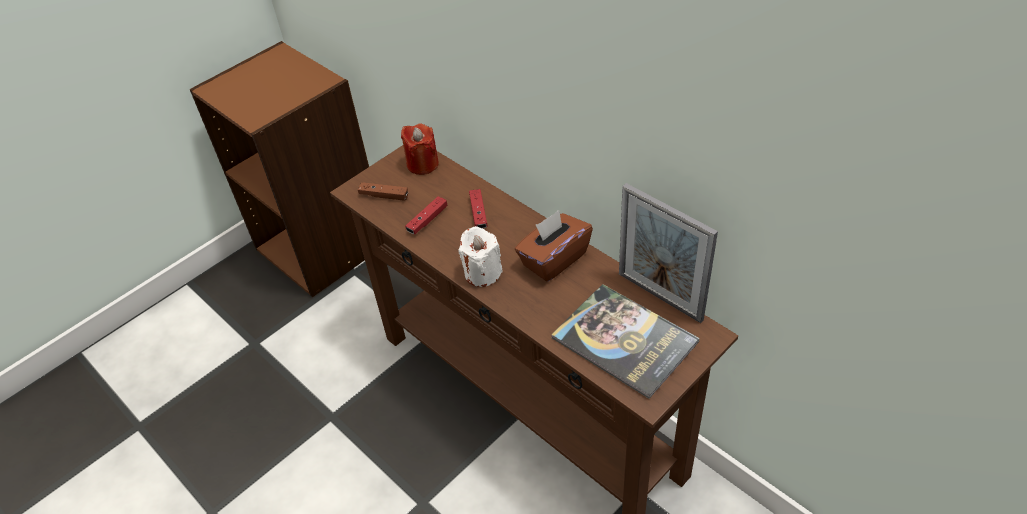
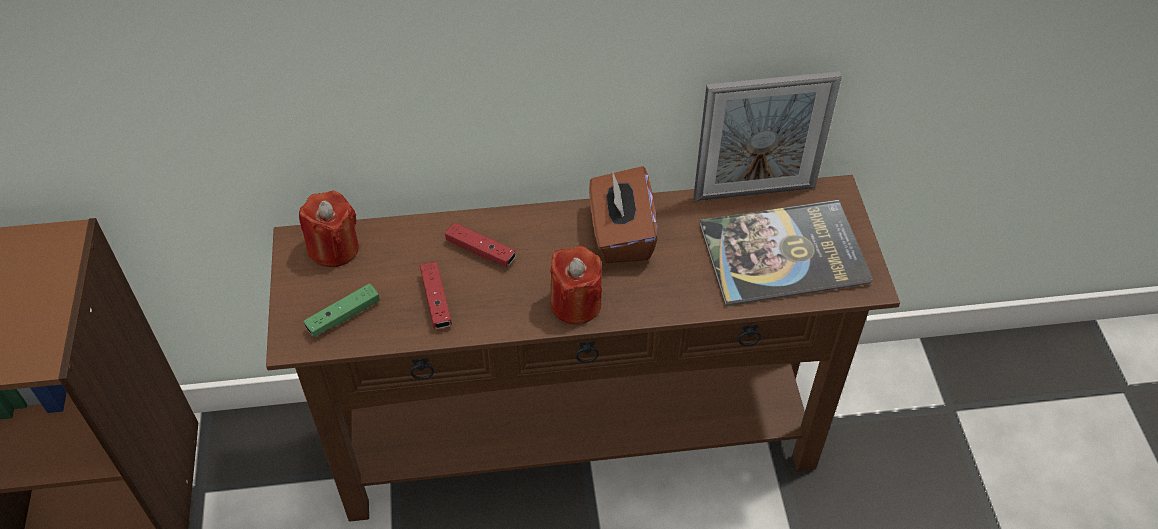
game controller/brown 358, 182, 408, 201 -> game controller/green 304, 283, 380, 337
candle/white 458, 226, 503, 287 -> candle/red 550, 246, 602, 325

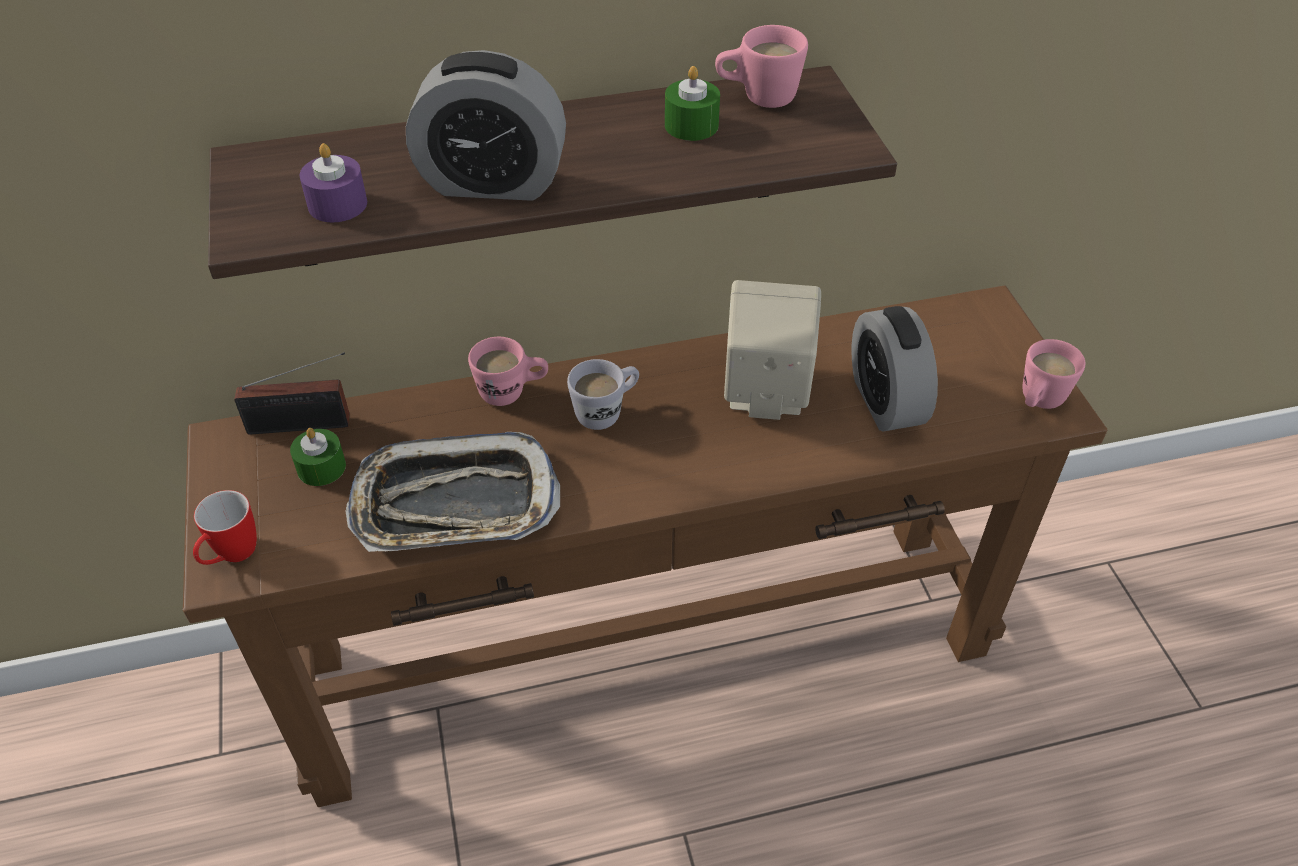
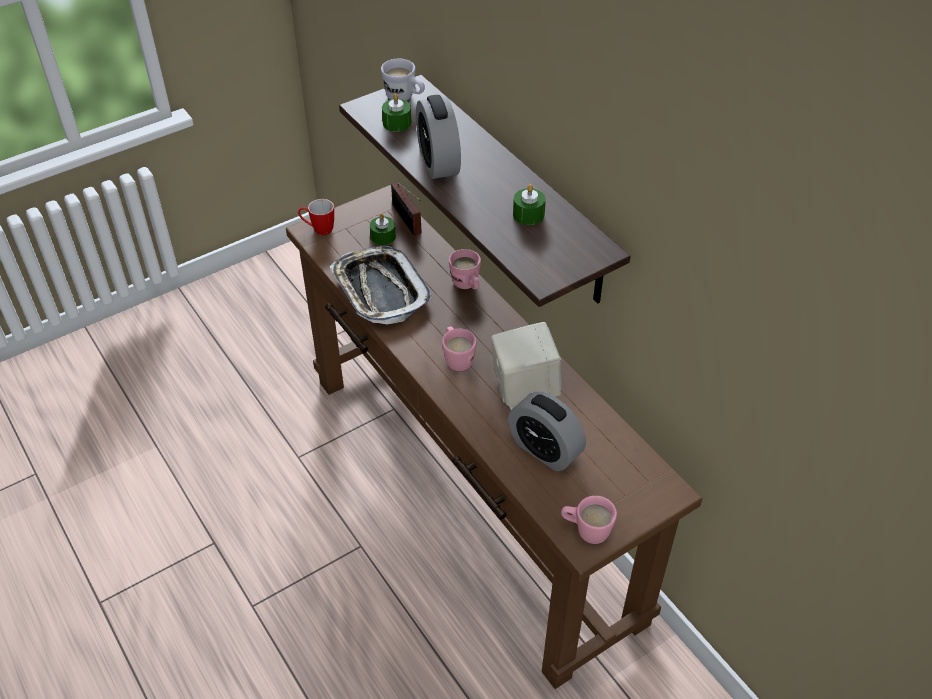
mug/white 567, 359, 639, 430 -> mug/white 381, 59, 425, 101, relocated
mug/pink 715, 25, 808, 108 -> mug/pink 442, 326, 477, 371, relocated
candle/purple 299, 143, 367, 222 -> candle/green 382, 93, 412, 132
alarm clock 852, 306, 938, 432 -> alarm clock 508, 392, 586, 471, 105 degrees counterclockwise

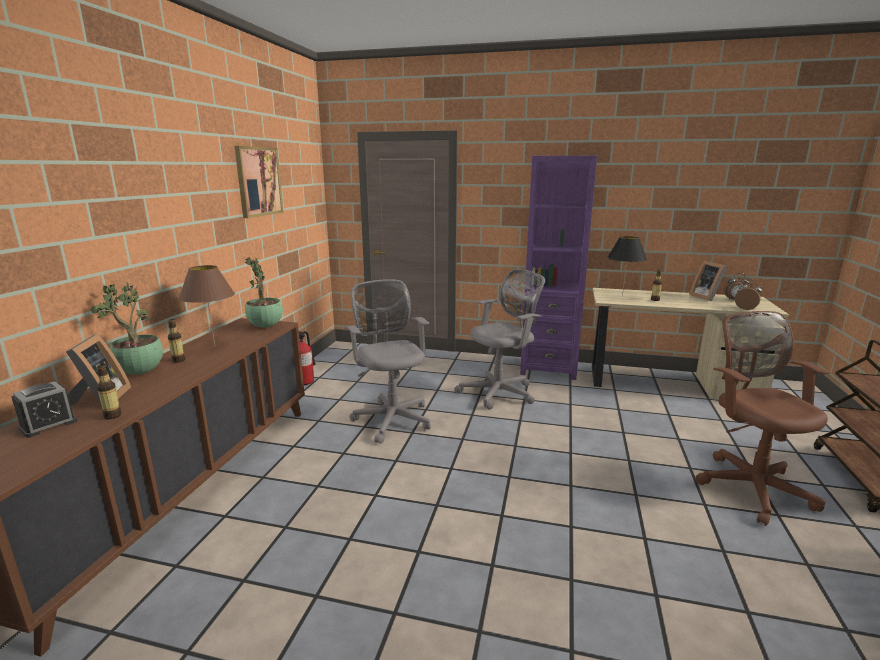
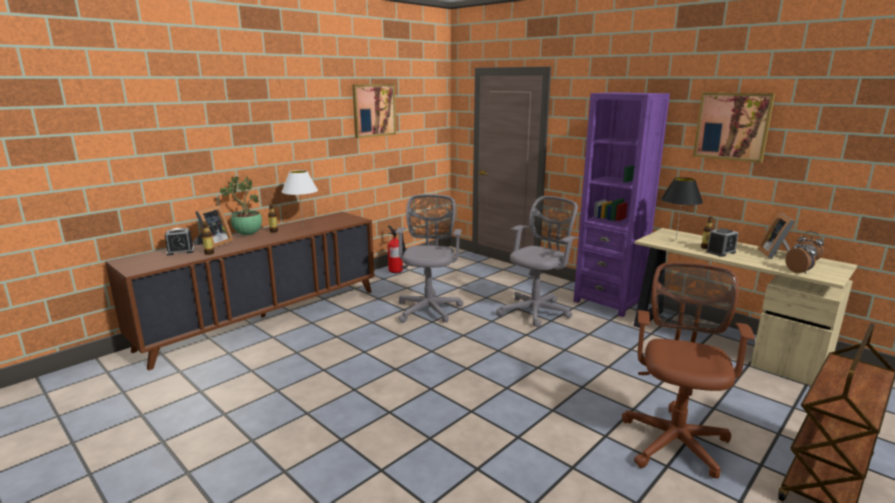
potted plant 245, 257, 283, 328 -> none
none -> picture 693, 92, 775, 163
none -> alarm clock 706, 228, 739, 257
table lamp/brown 179, 265, 235, 346 -> table lamp/white 282, 170, 318, 222
office chair/grey 454, 269, 545, 410 -> office chair/grey 496, 196, 579, 327, 45 degrees counterclockwise

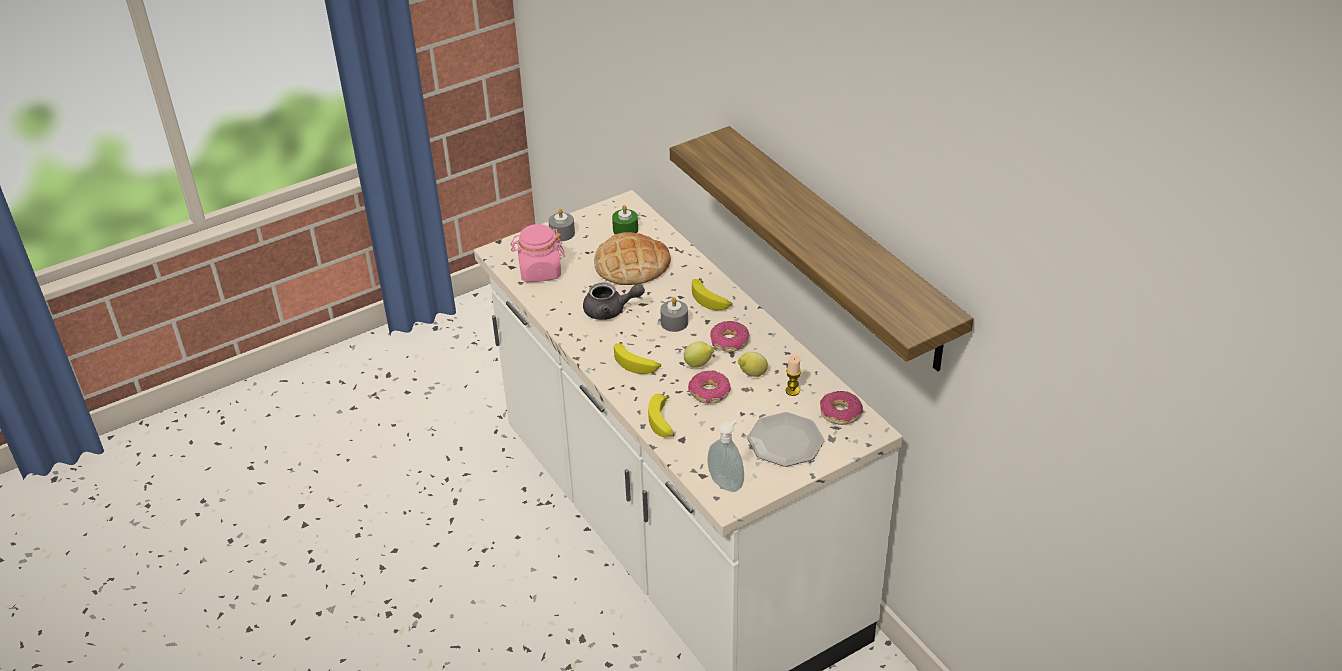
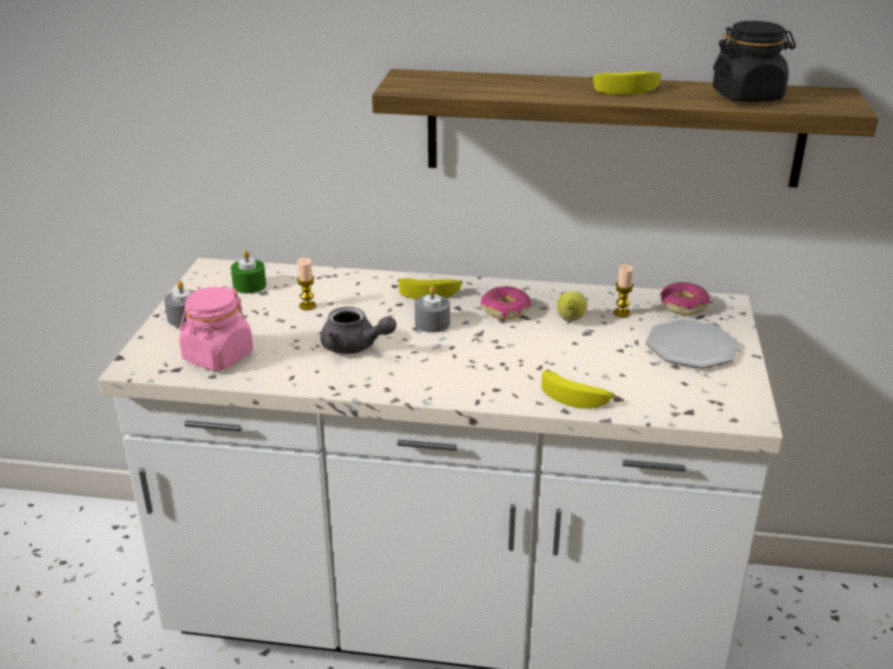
lemon 684, 342, 714, 368 -> none
donut 688, 370, 731, 404 -> none
soap dispenser 707, 419, 744, 492 -> none
none -> jar/black 713, 21, 796, 102
banana 614, 342, 661, 374 -> banana 589, 71, 661, 94, relocated
bread 594, 232, 671, 285 -> candle 297, 258, 316, 310
teapot/grey 583, 283, 645, 320 -> teapot/grey 320, 307, 397, 354, 75 degrees clockwise

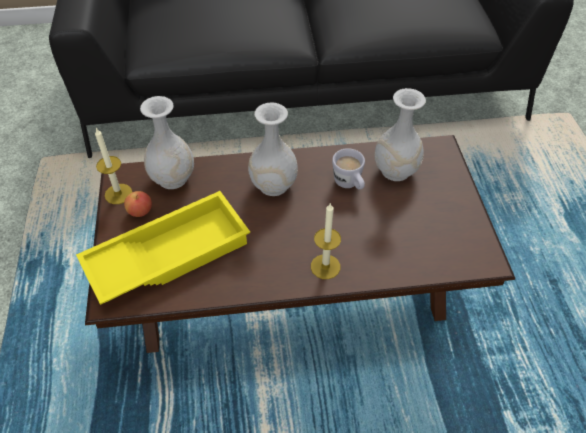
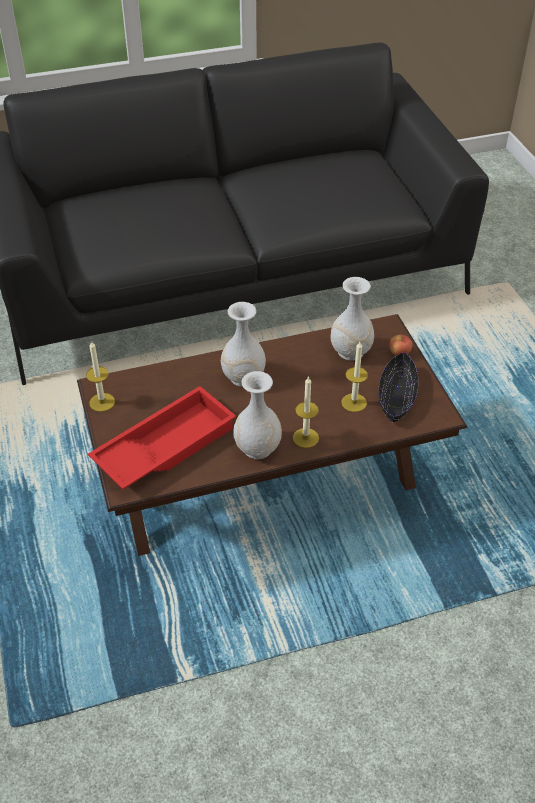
mug/white 332, 148, 365, 190 -> none
none -> candle 341, 342, 368, 412
none -> bowl/black 378, 353, 418, 422
apple 124, 191, 152, 217 -> apple 389, 335, 412, 356, relocated
vase/white 140, 96, 194, 189 -> vase/white 233, 371, 282, 459, relocated
tray/yellow 76, 191, 250, 305 -> tray/red 88, 386, 236, 489

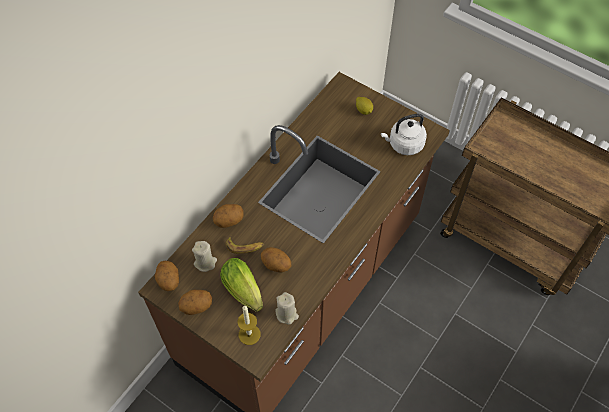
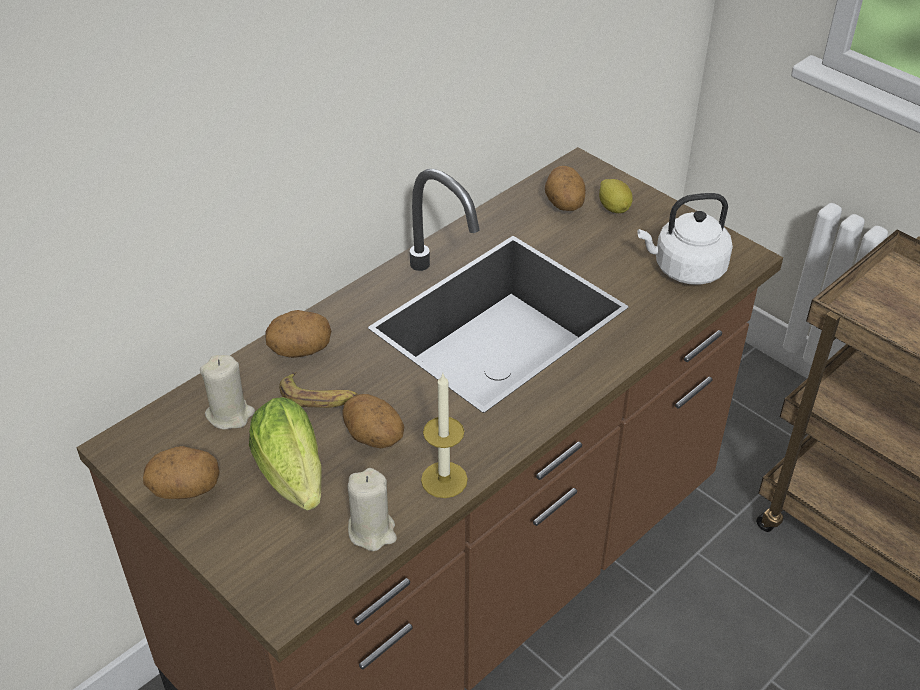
potato 155, 261, 179, 291 -> potato 545, 166, 586, 211, relocated
candle 238, 305, 260, 345 -> candle 421, 374, 468, 498, relocated

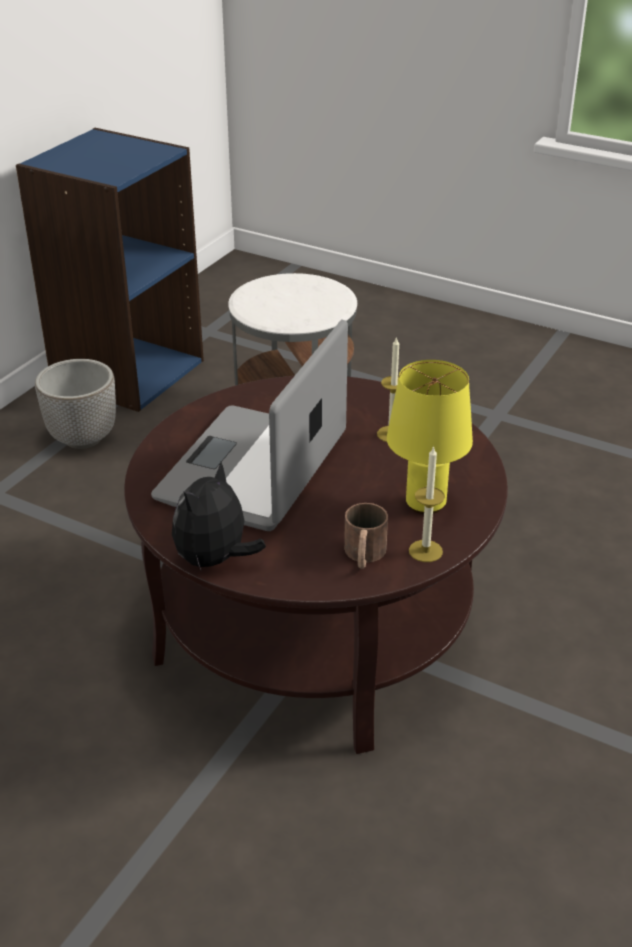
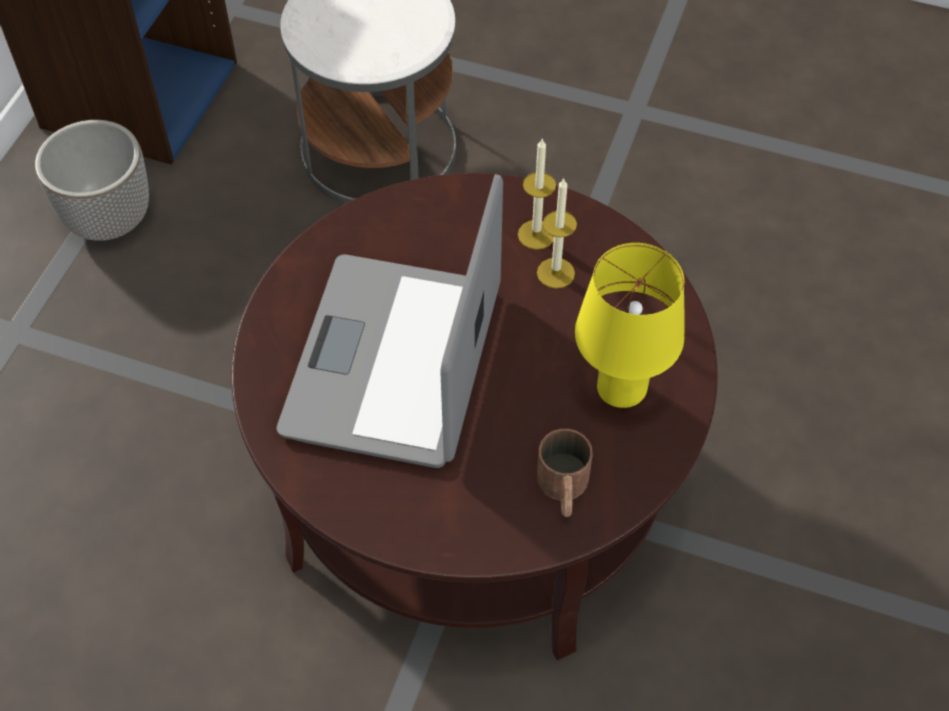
plush toy 172, 462, 266, 570 -> none
candle 409, 446, 445, 562 -> candle 518, 138, 556, 250, relocated

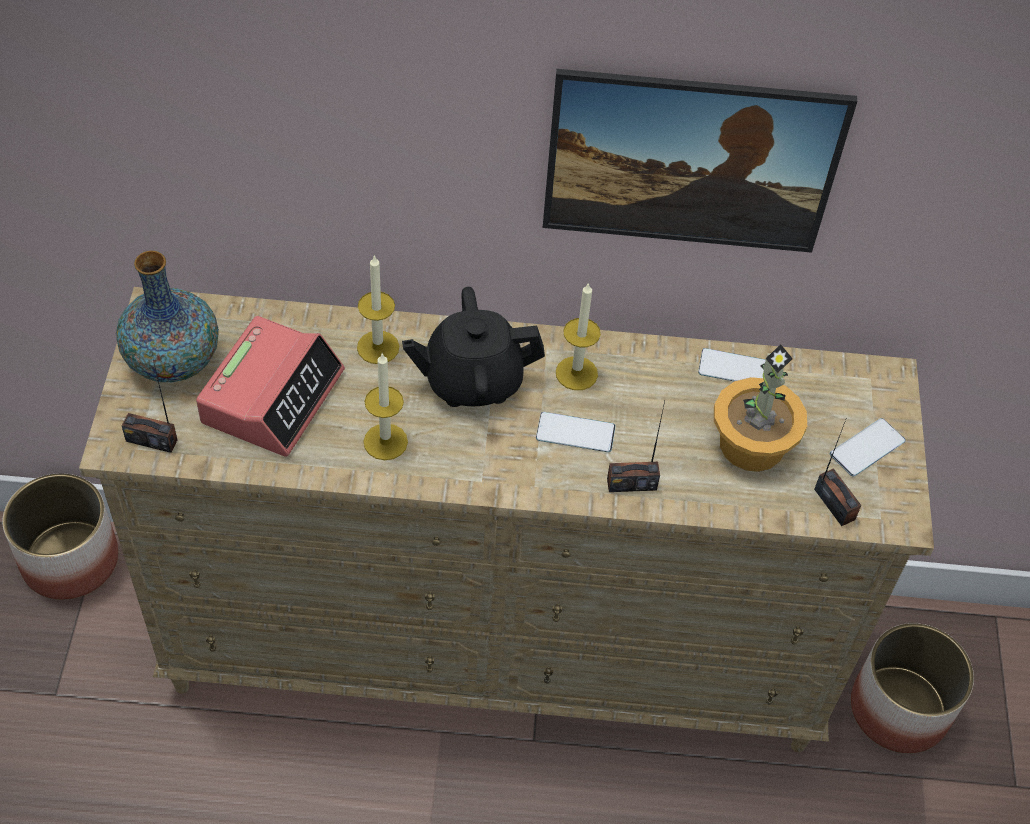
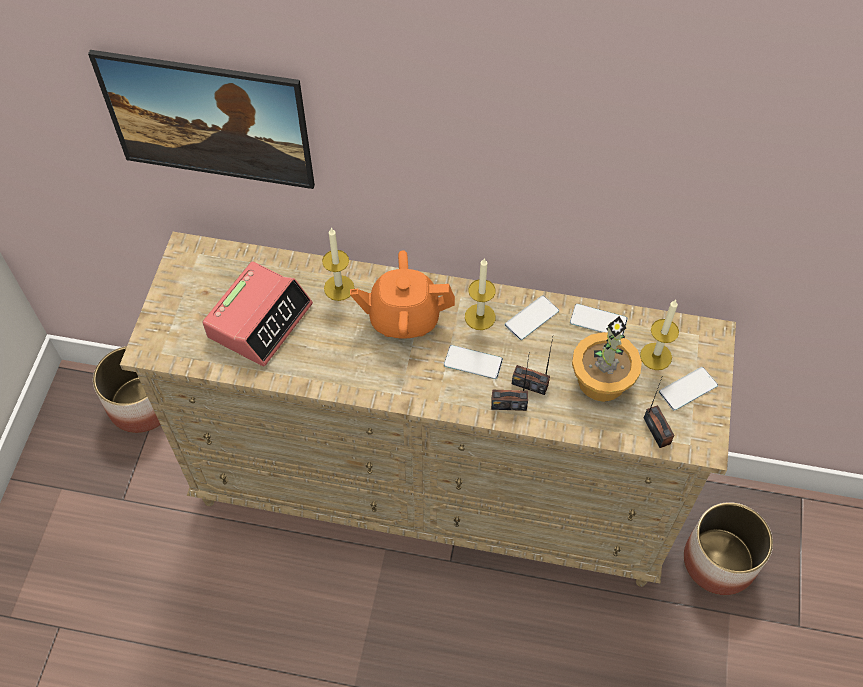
vase 116, 251, 219, 382 -> none
none -> phone 505, 295, 559, 340
radio 122, 360, 177, 453 -> radio 512, 338, 553, 395, relocated
candle 363, 353, 408, 460 -> candle 640, 300, 679, 370, relocated
picture 543, 69, 857, 253 -> picture 88, 50, 315, 189, relocated
teapot/black 402, 287, 545, 407 -> teapot/orange 350, 250, 455, 339

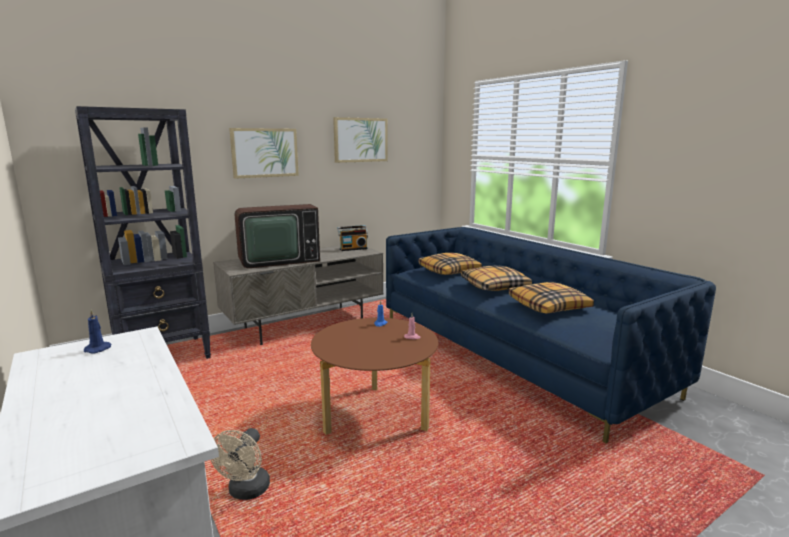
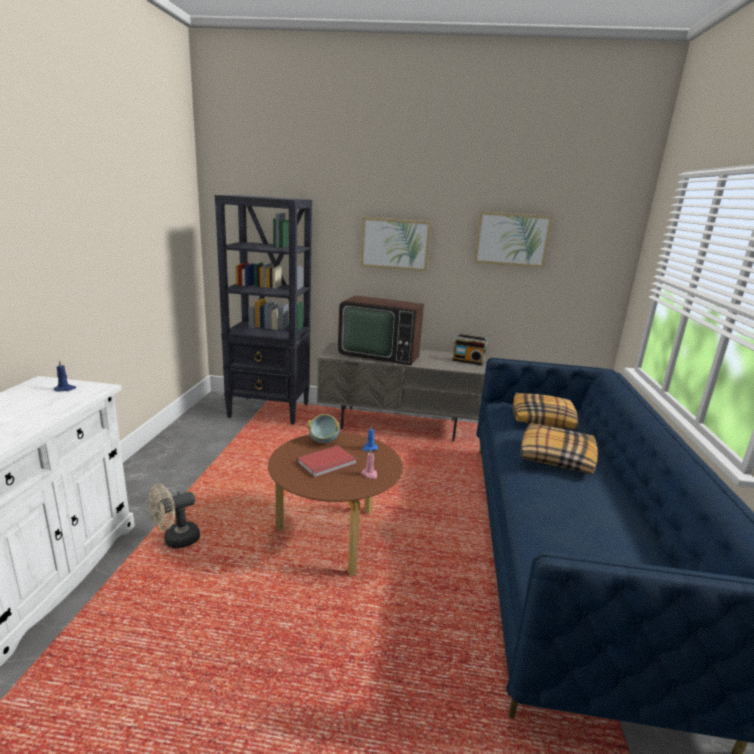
pillow 509, 282, 594, 314 -> none
none -> book/red 297, 445, 357, 477
none -> bowl 307, 414, 340, 443

